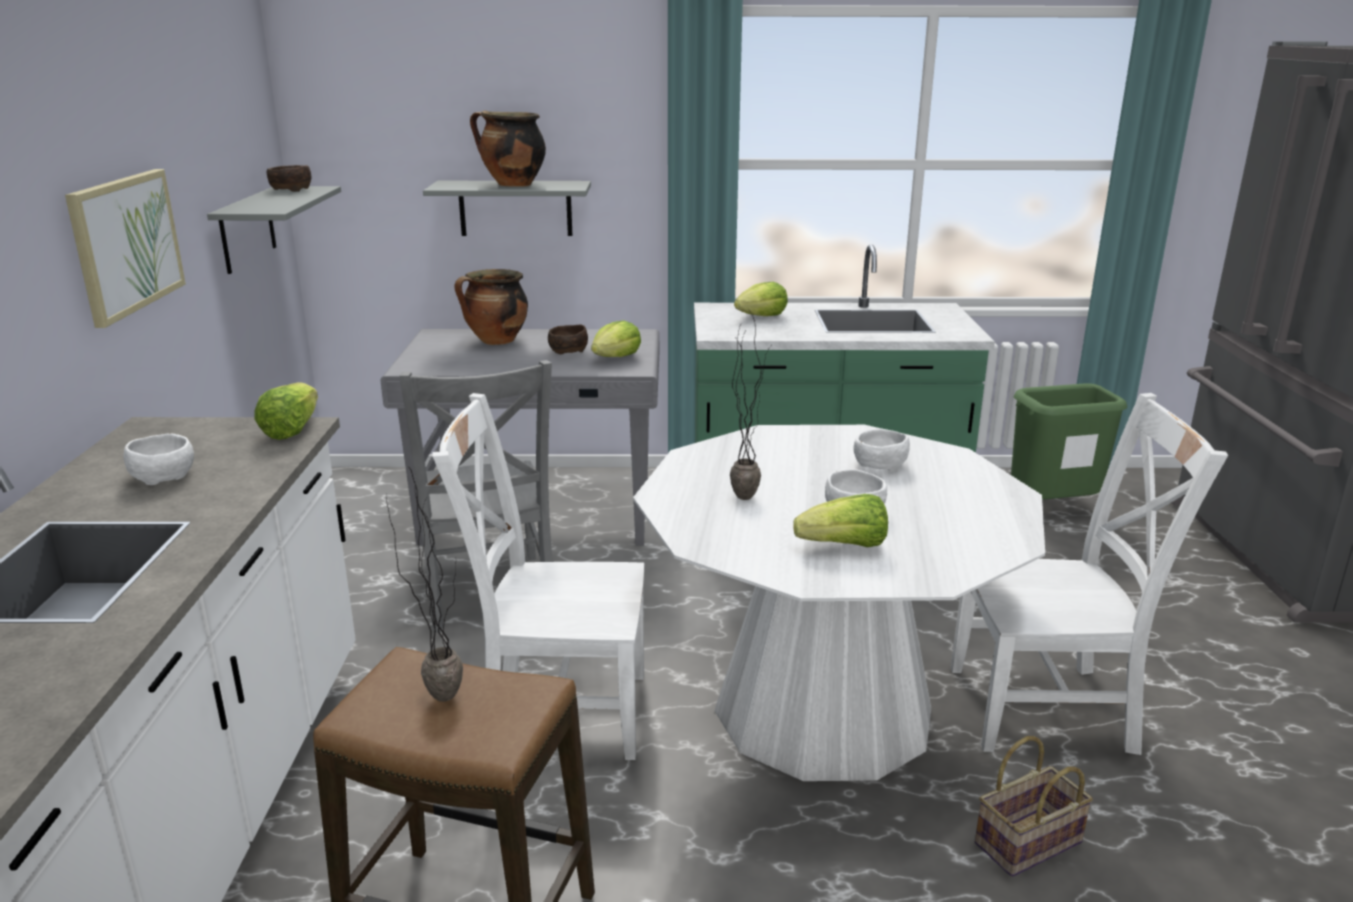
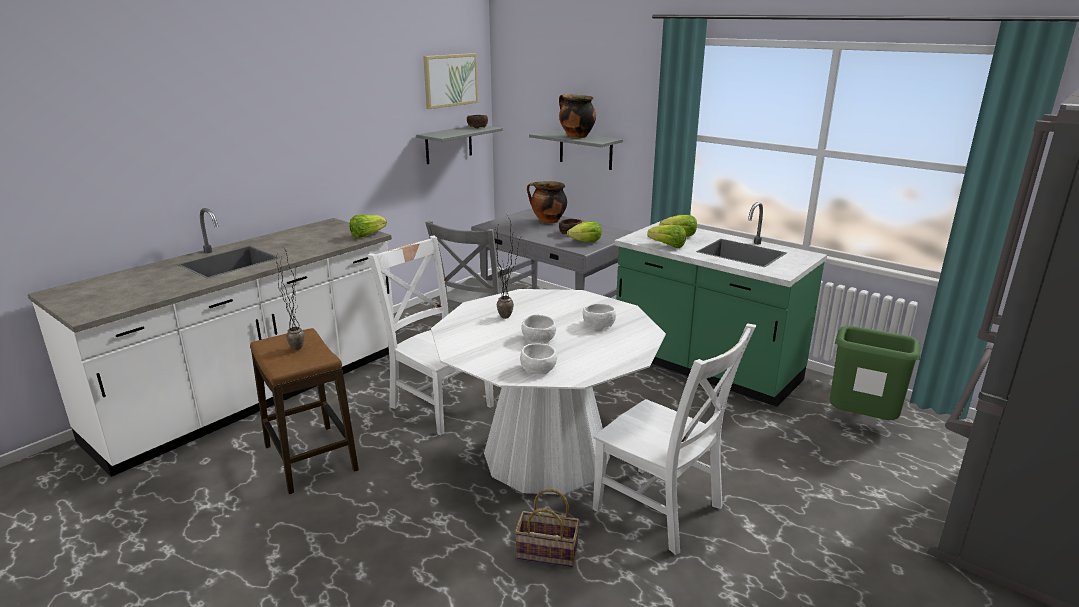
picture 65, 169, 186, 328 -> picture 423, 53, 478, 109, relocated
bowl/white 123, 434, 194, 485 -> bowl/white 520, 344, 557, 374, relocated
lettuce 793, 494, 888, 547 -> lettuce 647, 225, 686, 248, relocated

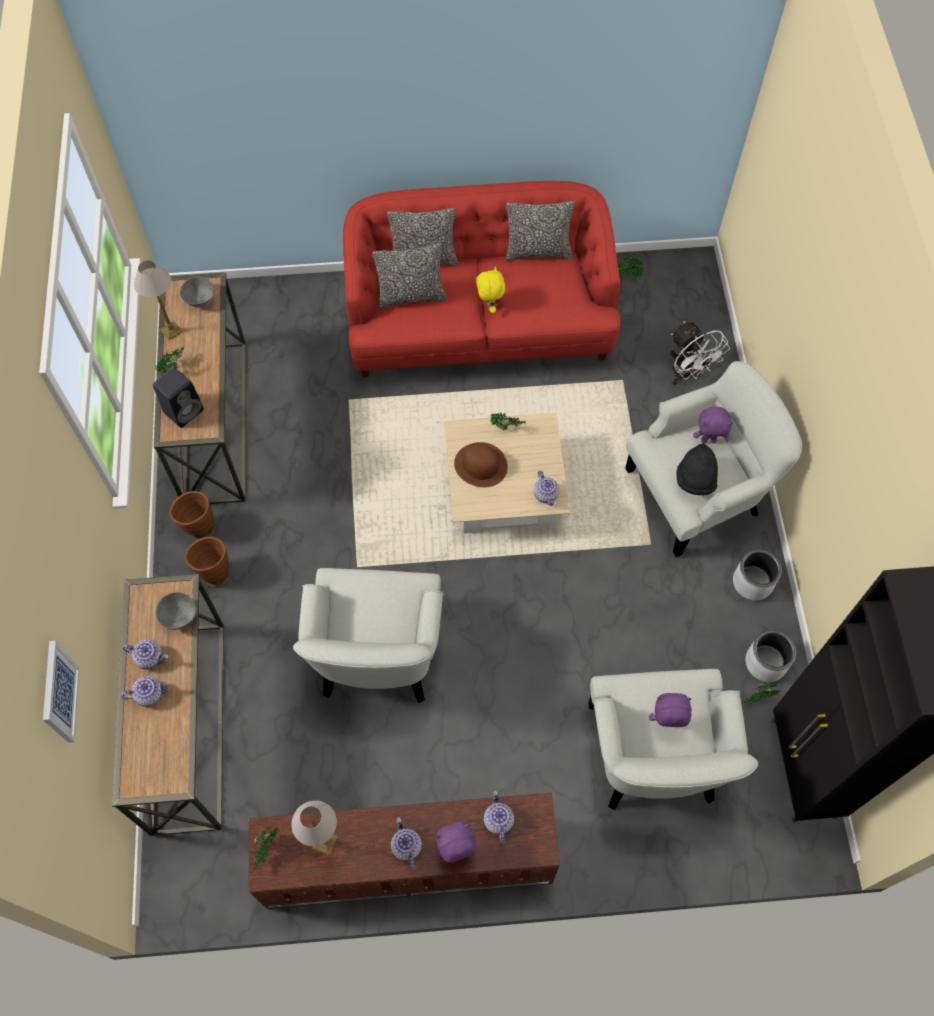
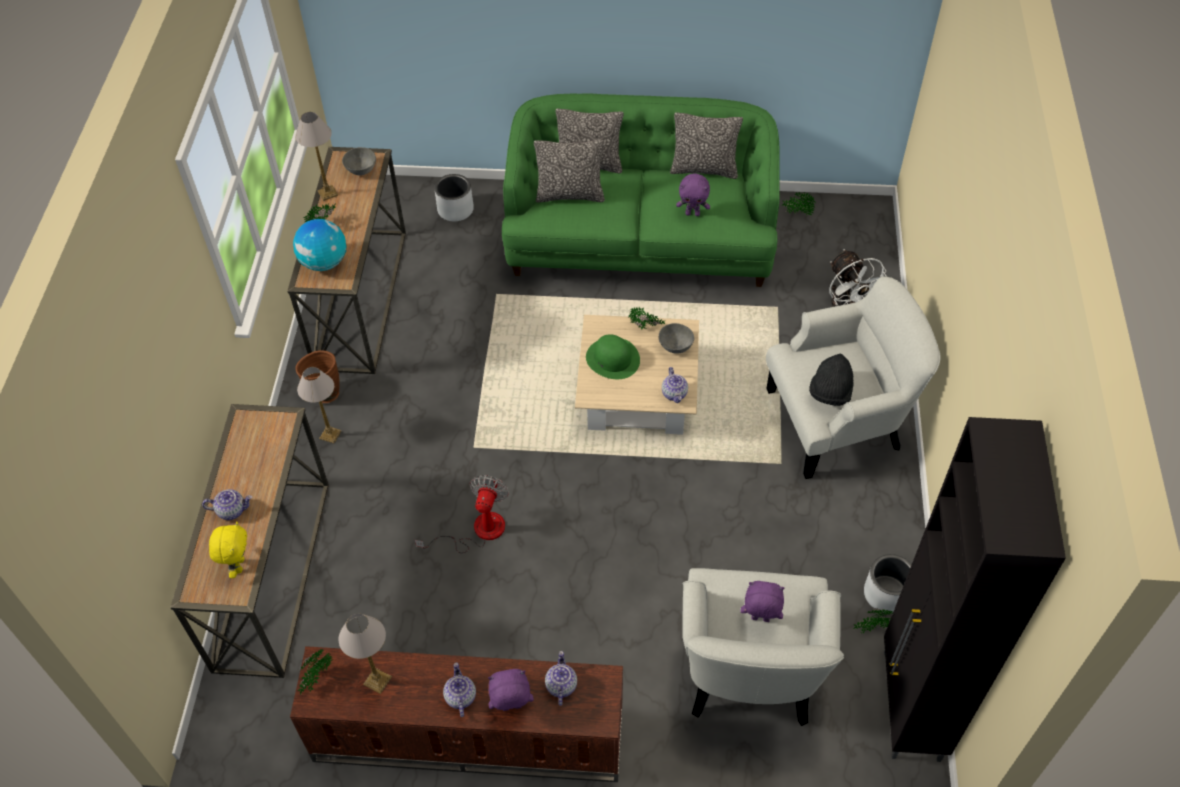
picture 43, 641, 80, 743 -> none
teapot 123, 639, 168, 670 -> none
bowl/grey 156, 592, 196, 630 -> bowl/grey 659, 323, 694, 353, relocated
plush toy/yellow 476, 267, 505, 313 -> plush toy/yellow 209, 521, 247, 578, relocated
plush toy/purple 693, 406, 733, 444 -> plush toy/purple 676, 173, 710, 216, relocated
planter/grey 733, 549, 782, 600 -> planter/grey 434, 174, 474, 221, relocated
speaker/black 153, 367, 204, 428 -> globe 293, 219, 347, 271
vase/brown 185, 536, 229, 587 -> table lamp 297, 367, 342, 443
armchair/white 293, 568, 444, 703 -> fan 415, 475, 509, 553
sofa/red 343, 181, 620, 377 -> sofa/green 502, 93, 780, 287
hat/brown 454, 442, 508, 487 -> hat/green 586, 334, 640, 379

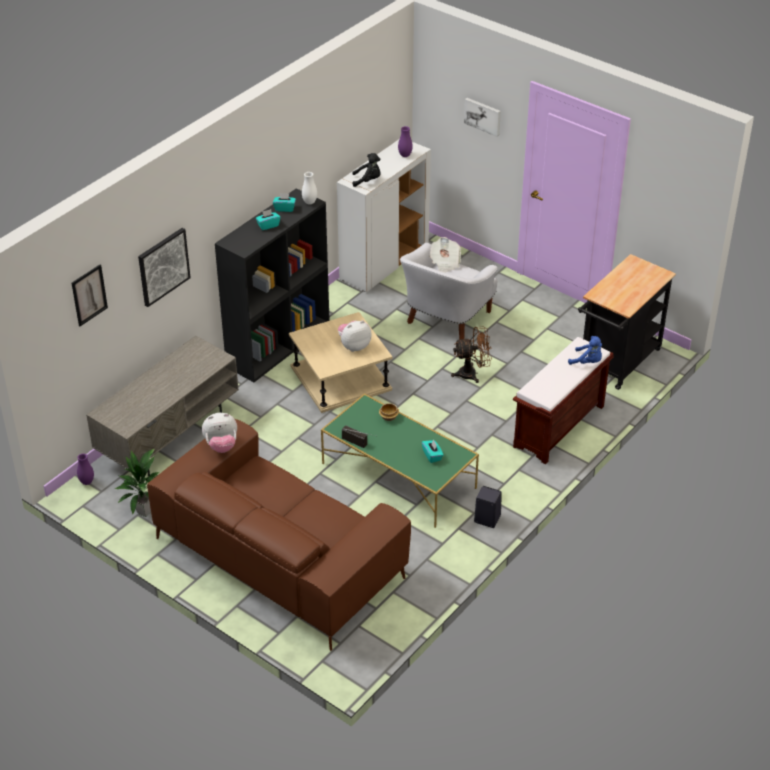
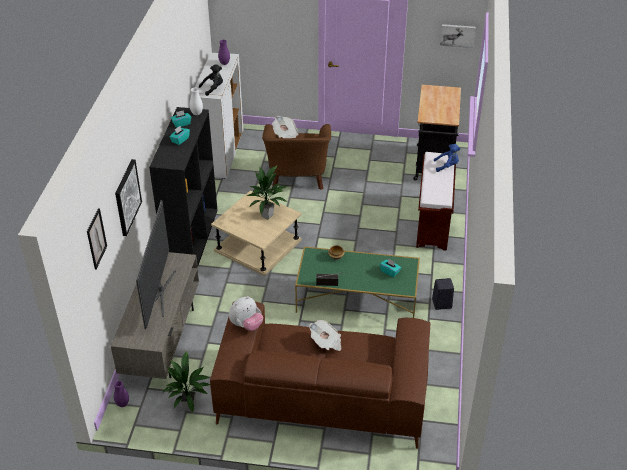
fan/brown 451, 326, 492, 383 -> none
none -> television 136, 200, 176, 329
none -> newspaper 309, 320, 341, 351
picture 464, 98, 501, 137 -> picture 440, 24, 475, 48, relocated
plush toy 338, 320, 372, 352 -> potted plant 247, 166, 288, 220
armchair/white 400, 243, 498, 340 -> armchair/brown 262, 124, 331, 190

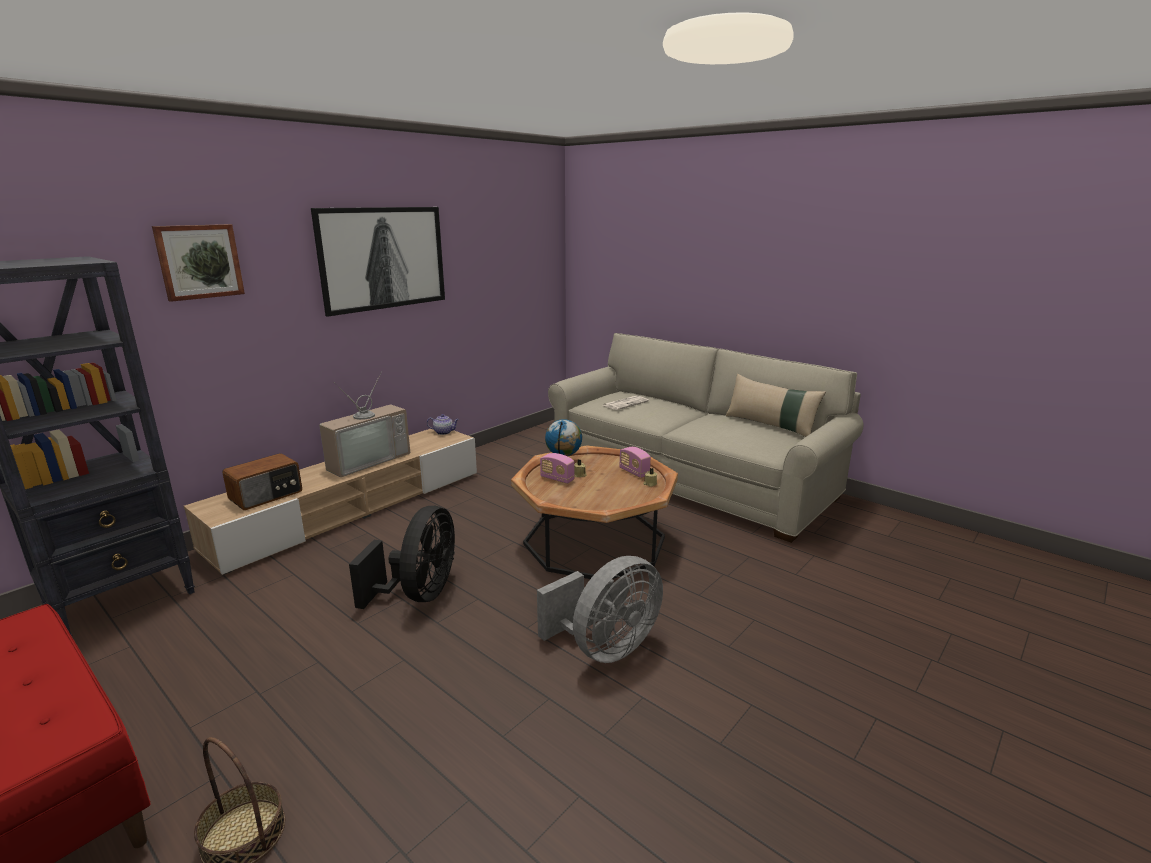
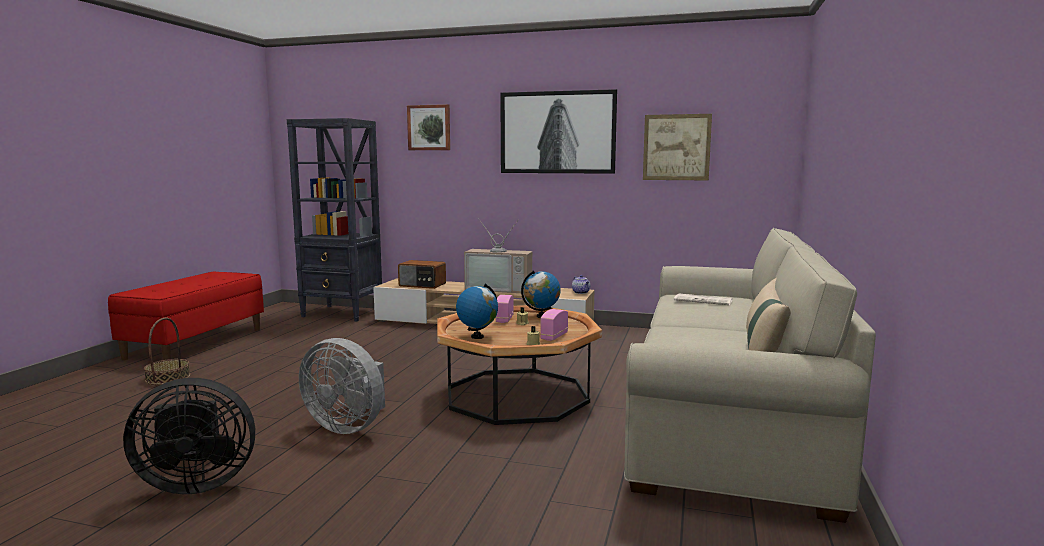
none -> globe 456, 284, 498, 339
none -> picture 643, 114, 712, 180
fan/black 349, 506, 455, 609 -> fan/black 123, 378, 255, 494, relocated

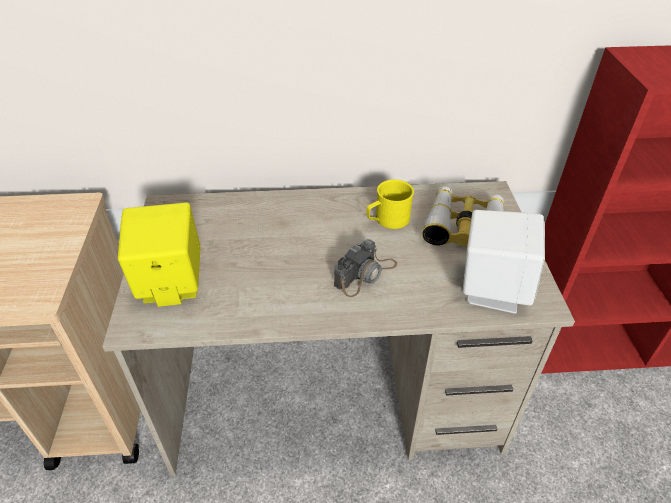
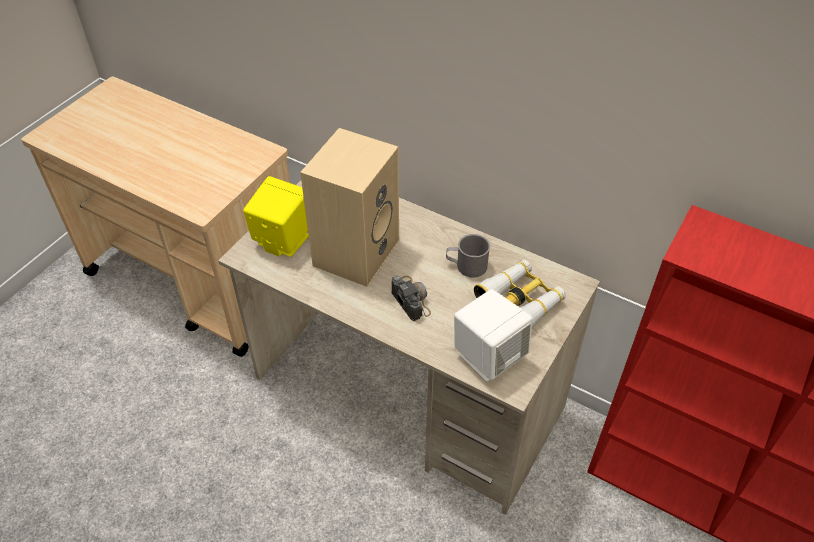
none -> speaker/beige 300, 128, 399, 287
mug/yellow 367, 179, 414, 229 -> mug/grey 446, 234, 490, 278
photo camera 334, 239, 397, 297 -> photo camera 392, 276, 431, 321, 105 degrees counterclockwise

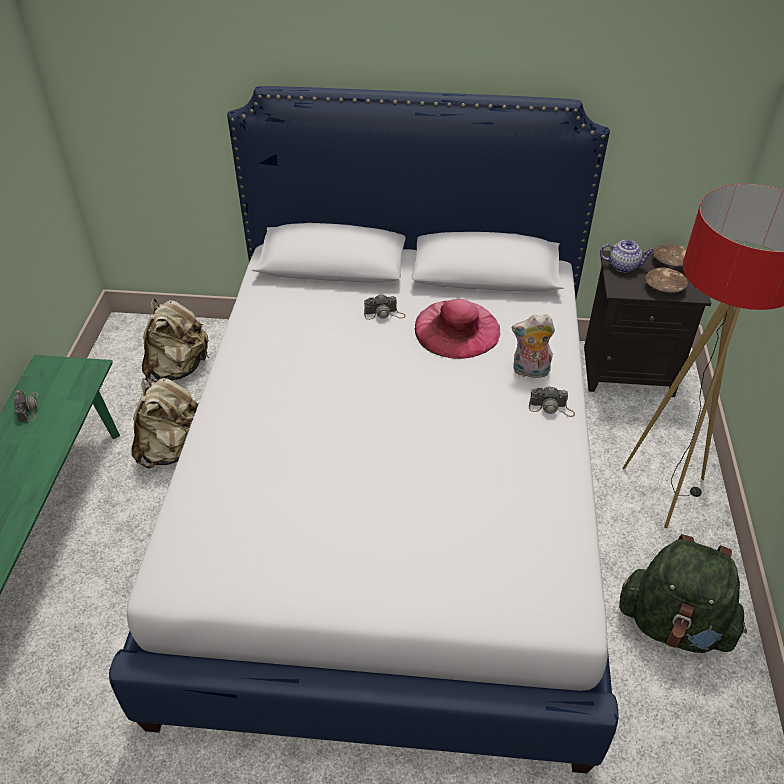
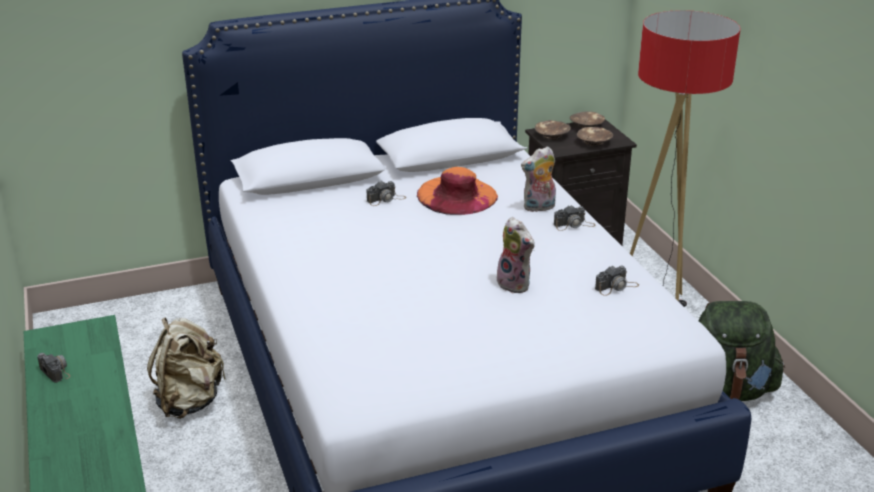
backpack/beige 142, 299, 209, 382 -> none
none -> plush toy 495, 217, 535, 293
none -> photo camera 595, 266, 639, 296
teapot 600, 240, 655, 272 -> bowl/brown 535, 120, 571, 140
hat/pink 415, 299, 501, 359 -> hat/orange 417, 167, 498, 215

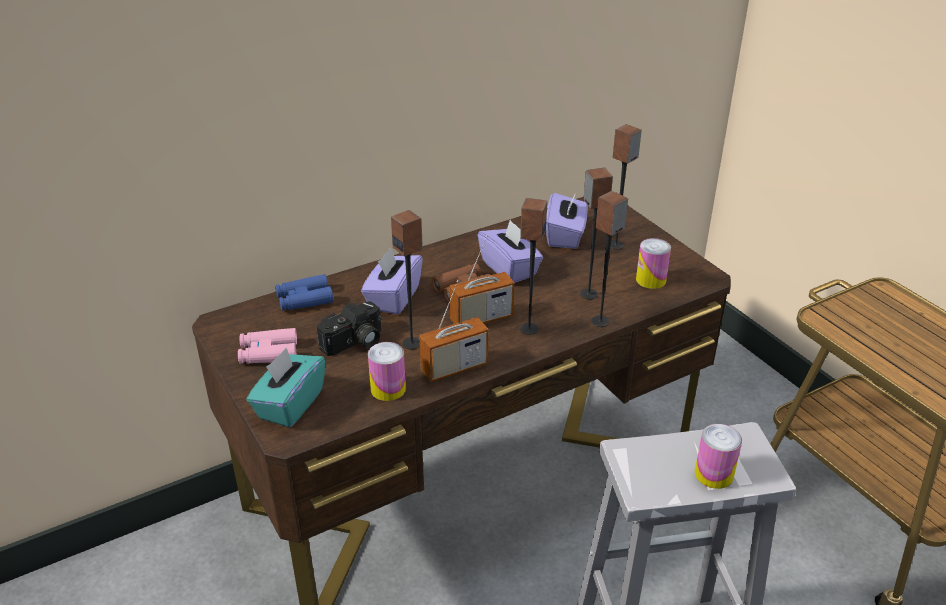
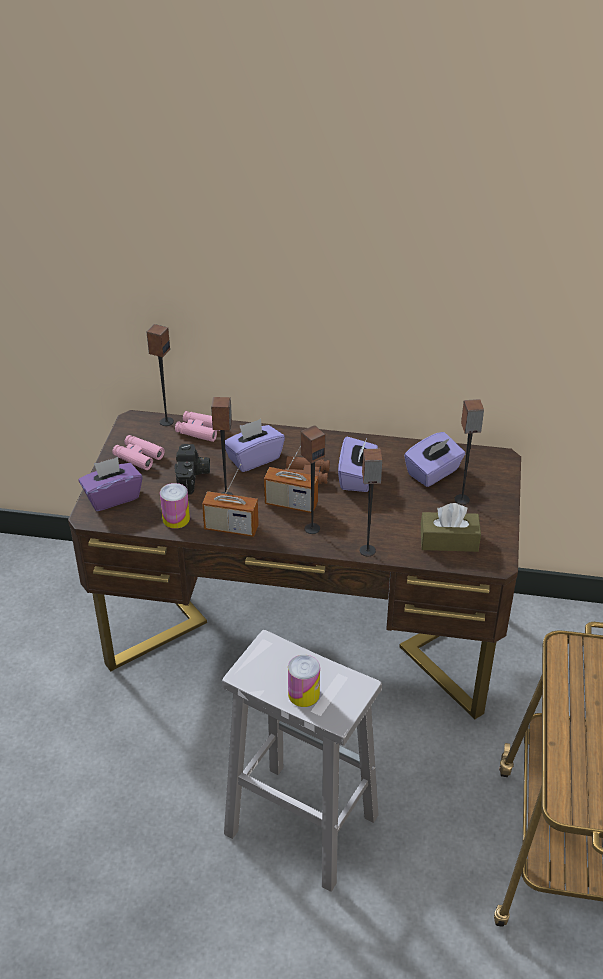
speaker 580, 168, 613, 299 -> speaker 147, 324, 174, 426, relocated
can 636, 238, 671, 289 -> tissue box/brown 421, 503, 481, 552
tissue box/turquoise 247, 348, 326, 428 -> tissue box/purple 79, 457, 143, 511
binoculars/blue 275, 274, 334, 311 -> binoculars/pink 175, 411, 220, 442
photo camera 317, 301, 382, 356 -> photo camera 175, 444, 210, 495, 90 degrees counterclockwise

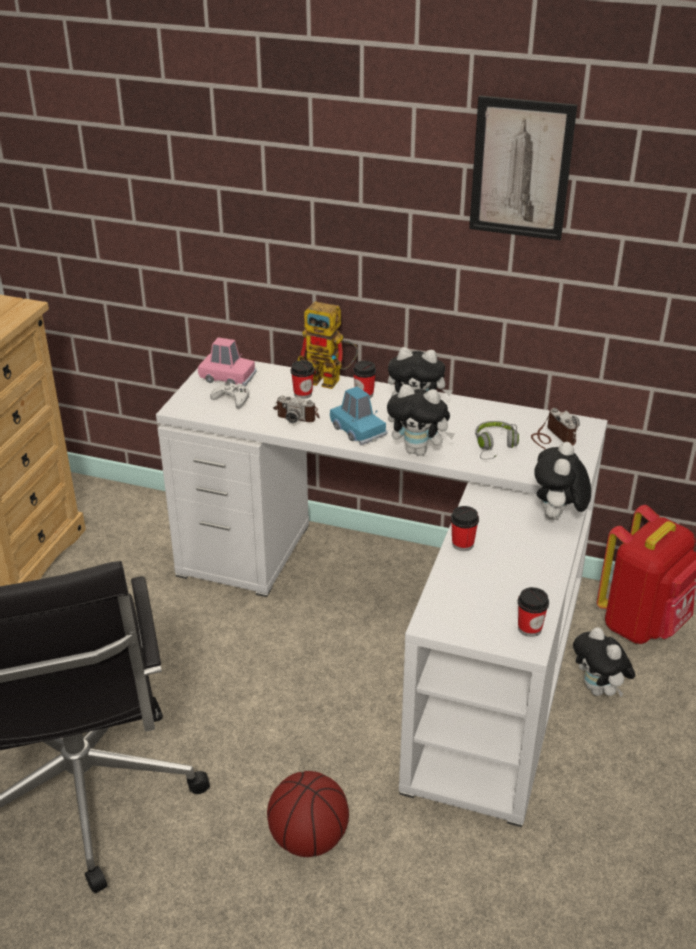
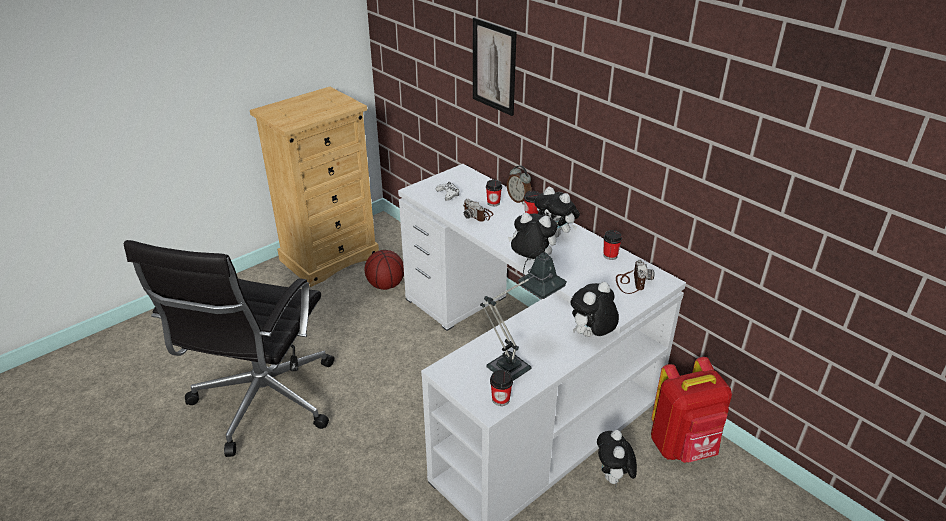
toy car/pink 198, 337, 257, 387 -> none
toy car/blue 330, 386, 388, 446 -> none
headphones/grey 475, 421, 519, 459 -> none
none -> table lamp 480, 249, 567, 381
basketball 267, 771, 349, 857 -> basketball 365, 250, 404, 290, relocated
cup 451, 506, 479, 551 -> cup 603, 230, 622, 260, relocated
picture 469, 95, 577, 240 -> picture 473, 18, 517, 116, relocated
toy robot 297, 301, 358, 389 -> alarm clock 507, 165, 531, 205
plush toy 387, 384, 455, 456 -> plush toy 508, 213, 558, 261, 150 degrees clockwise

